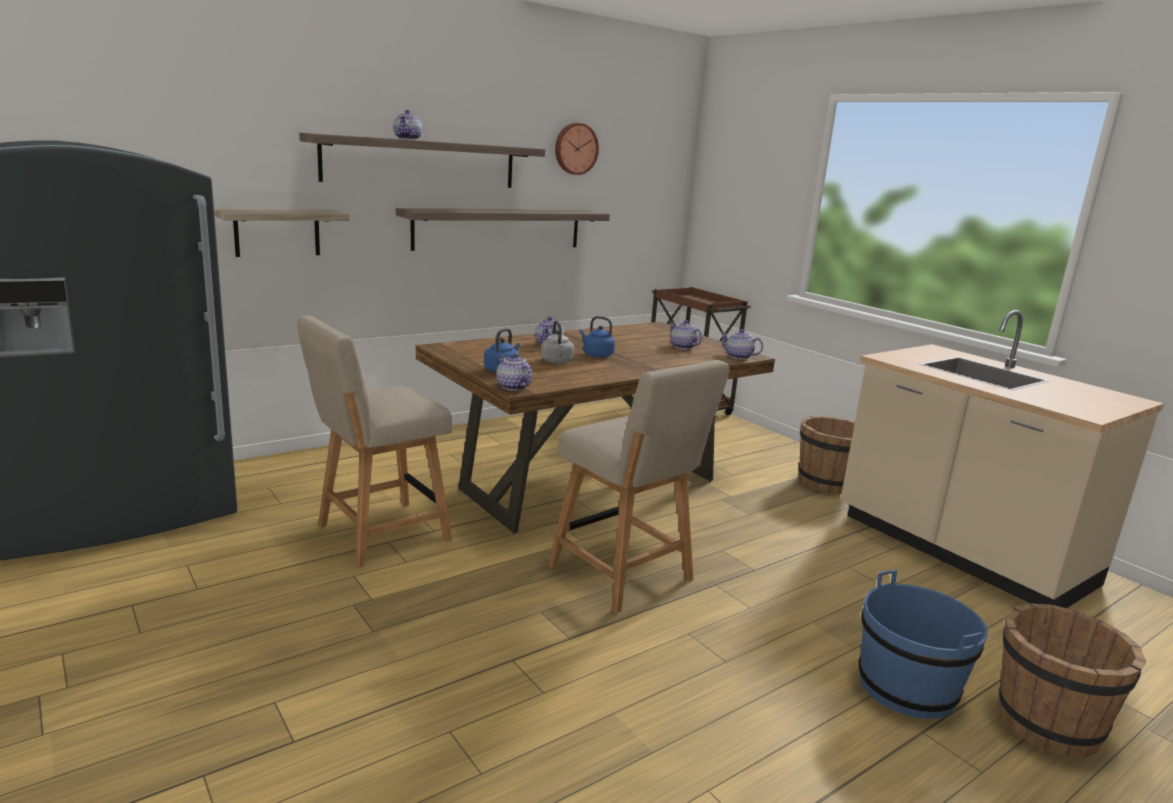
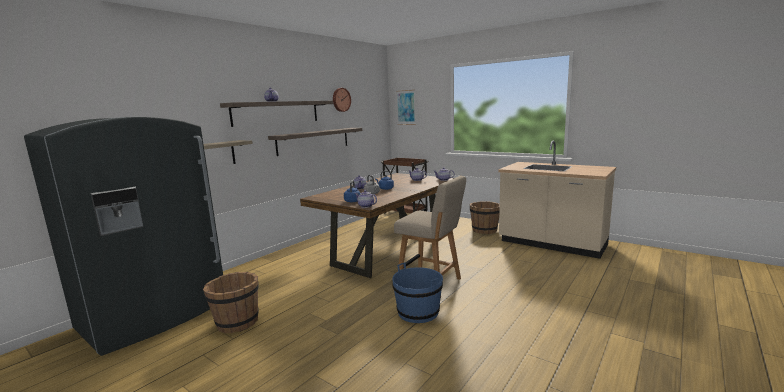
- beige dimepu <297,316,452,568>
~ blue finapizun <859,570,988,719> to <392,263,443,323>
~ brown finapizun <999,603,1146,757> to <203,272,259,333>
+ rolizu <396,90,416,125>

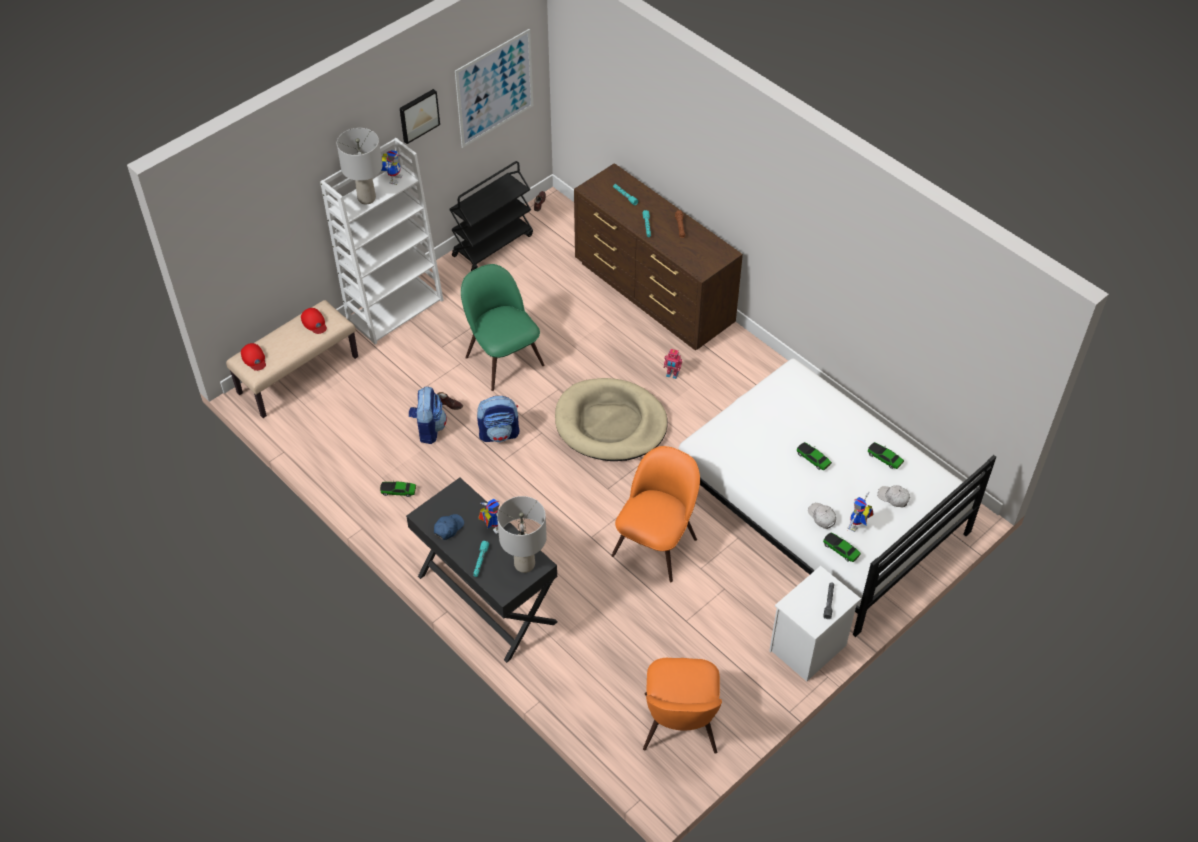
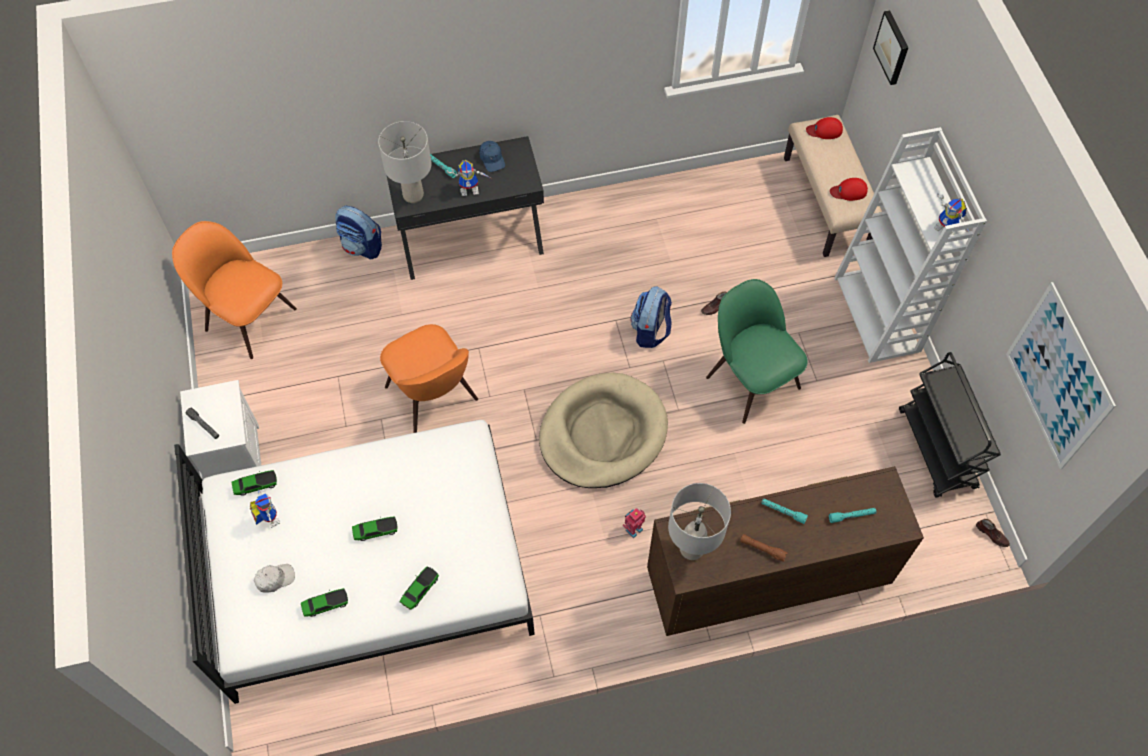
~ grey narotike <337,128,382,204> to <668,483,731,560>
~ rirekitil <380,480,416,497> to <399,566,439,610>
~ rolizu <400,89,440,144> to <873,10,908,85>
~ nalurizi <409,387,447,444> to <335,206,382,260>
~ green dimepu <461,264,545,391> = <706,279,808,424> 120 degrees counterclockwise
- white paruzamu <808,503,836,529>

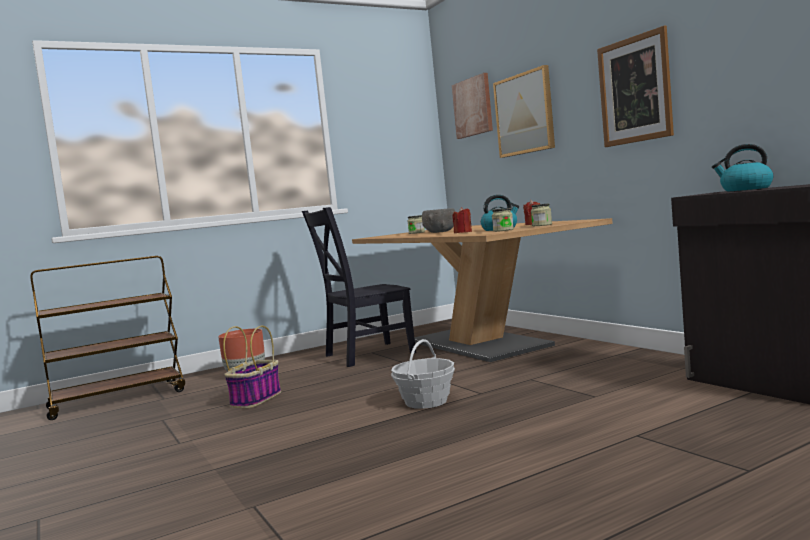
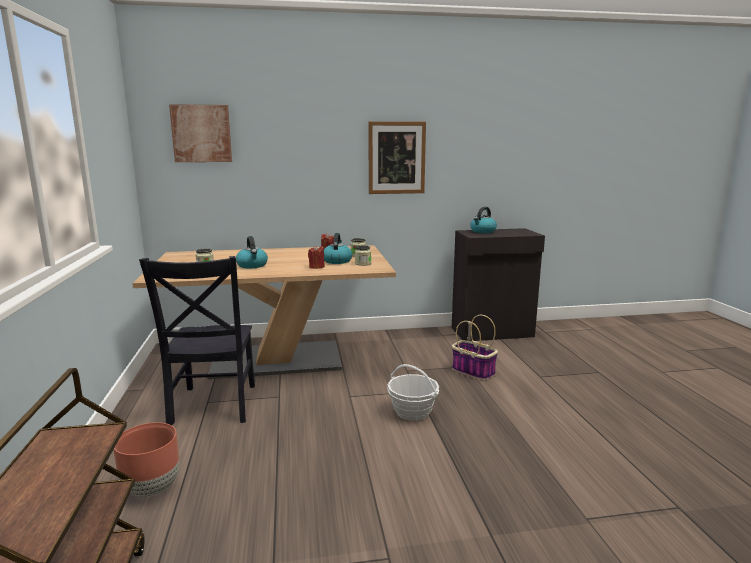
~ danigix <223,326,281,408> to <452,315,498,380>
~ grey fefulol <422,208,455,233> to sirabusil <236,236,268,268>
- rolizu <493,65,555,158>

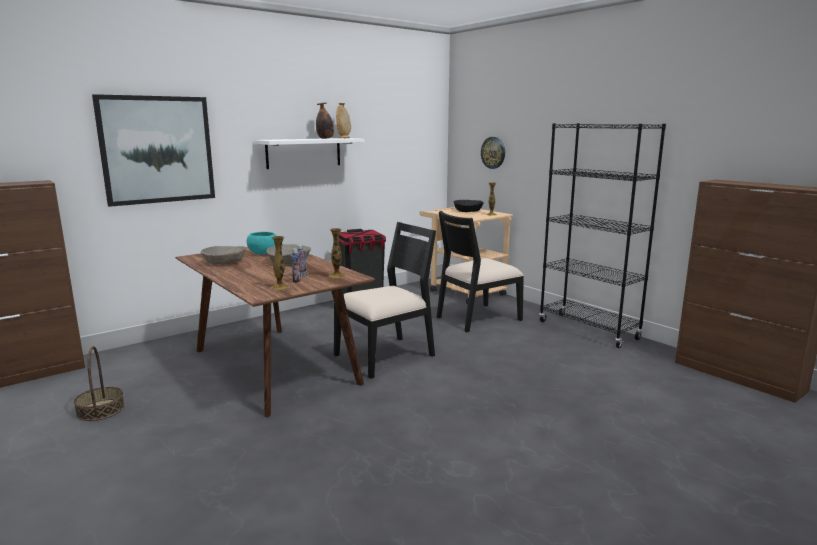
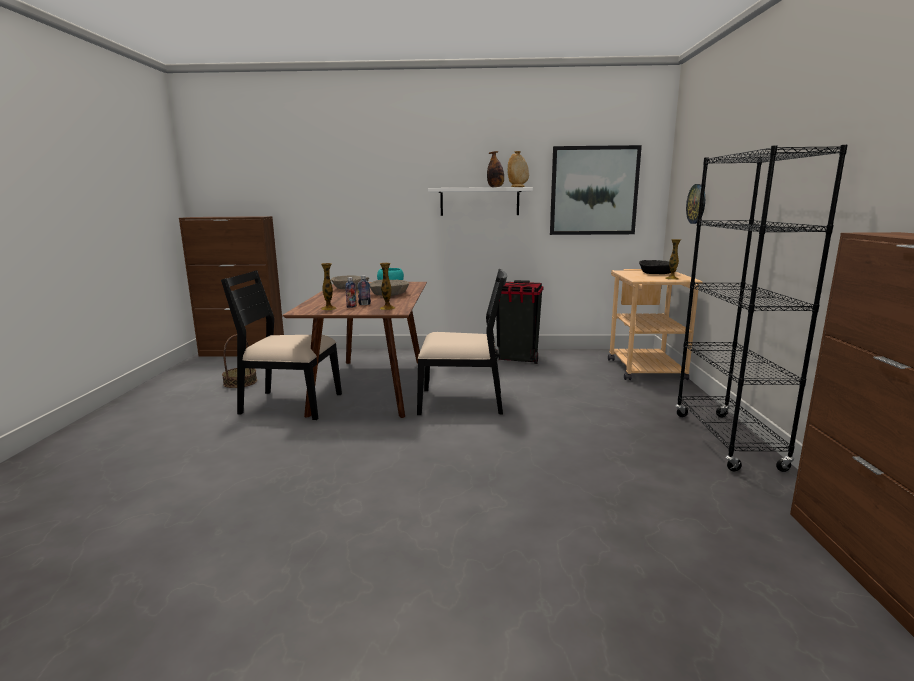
~ rolizu <92,94,215,207> to <550,145,642,235>
~ black dimepu <437,211,524,332> to <221,270,342,420>

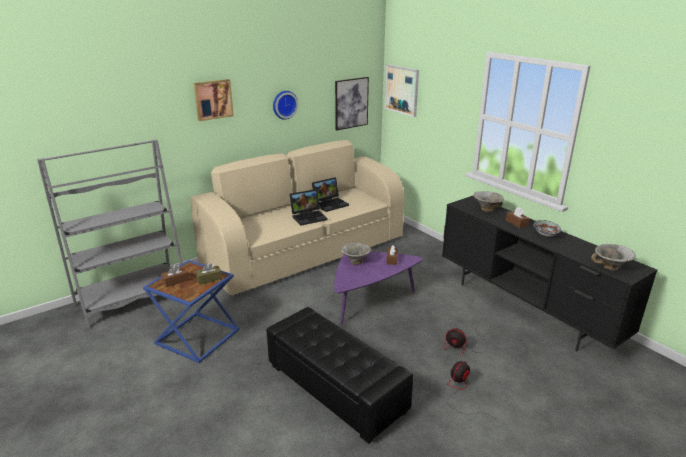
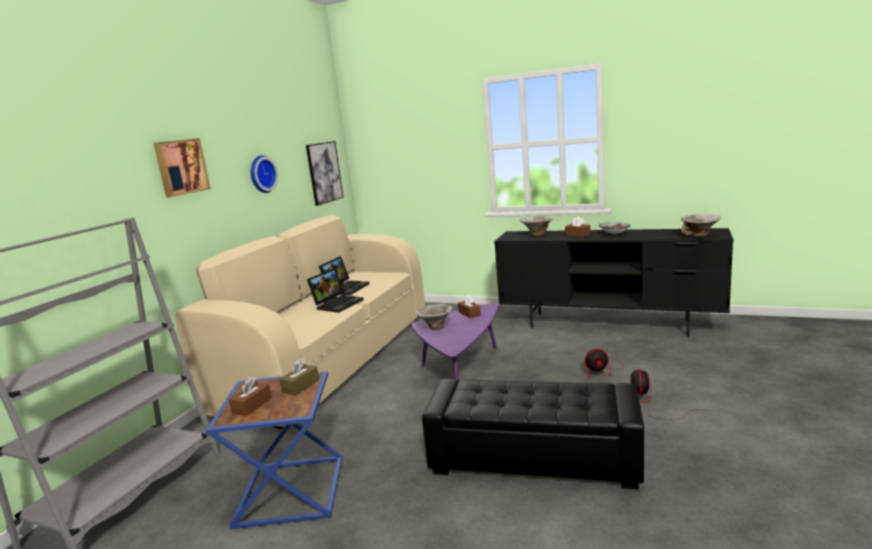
- rolizu <385,64,419,117>

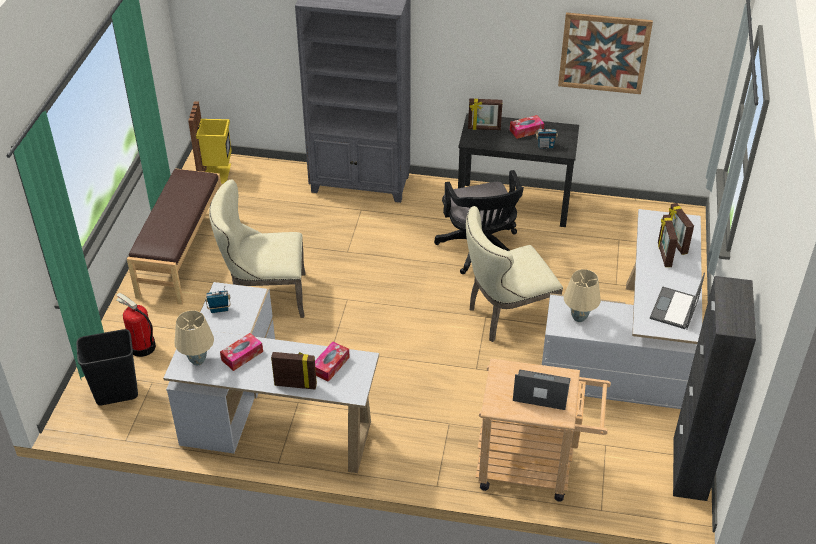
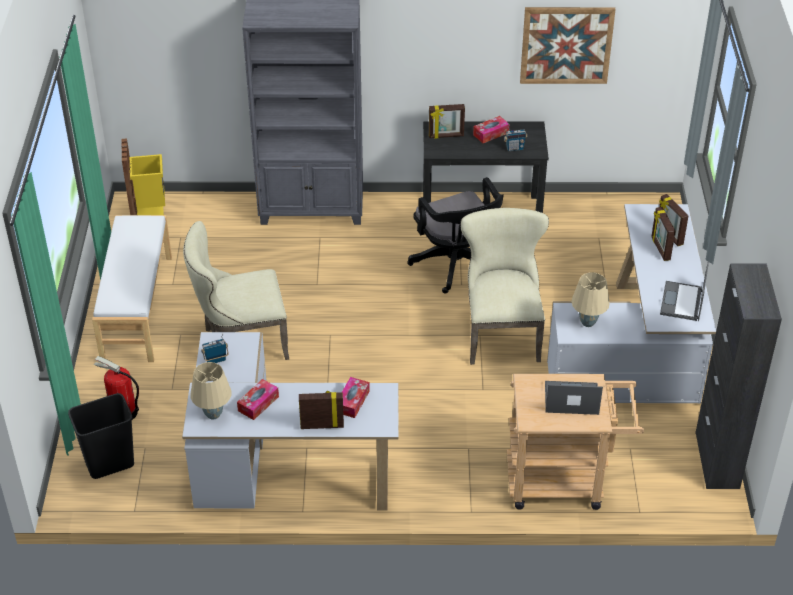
~ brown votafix <127,169,221,305> to white votafix <92,215,172,362>
~ beige dimepu <466,206,563,342> = <460,208,549,365> 120 degrees clockwise

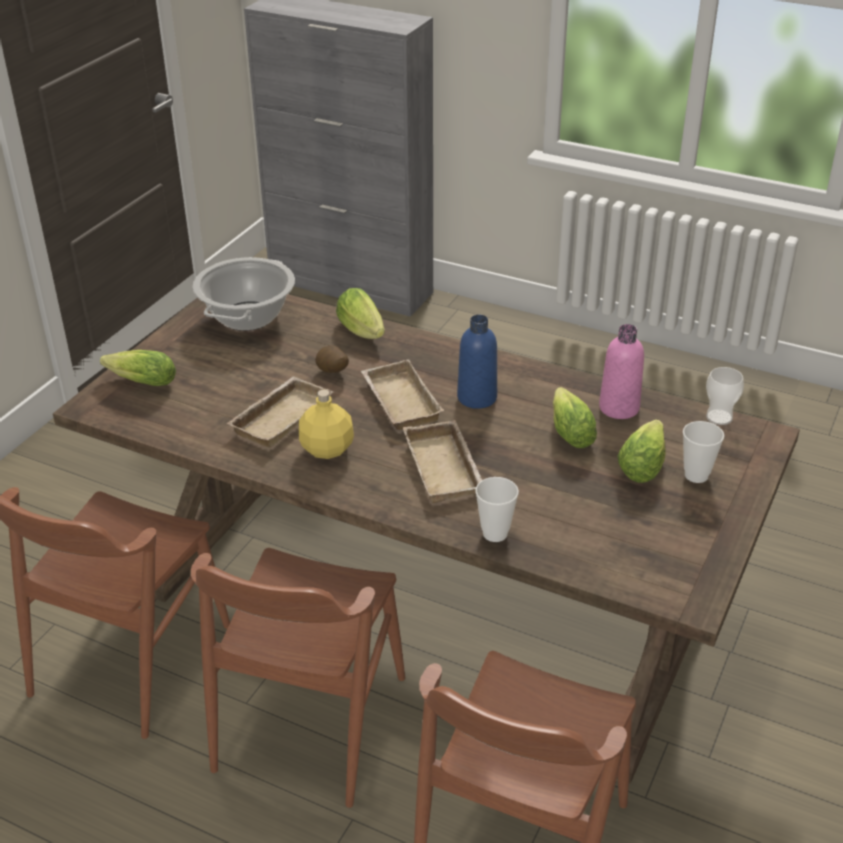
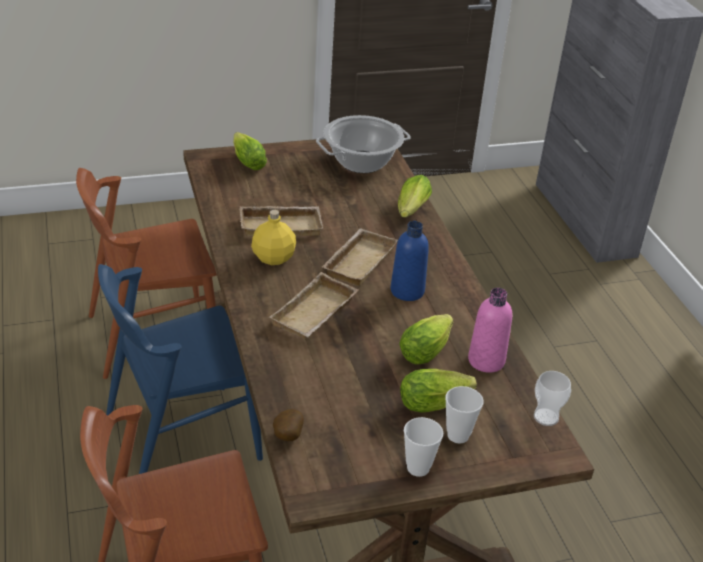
~ brown dimepu <191,548,405,808> to blue dimepu <98,264,263,474>
~ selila <315,345,349,373> to <273,409,304,441>
~ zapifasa <475,477,519,542> to <404,417,443,477>

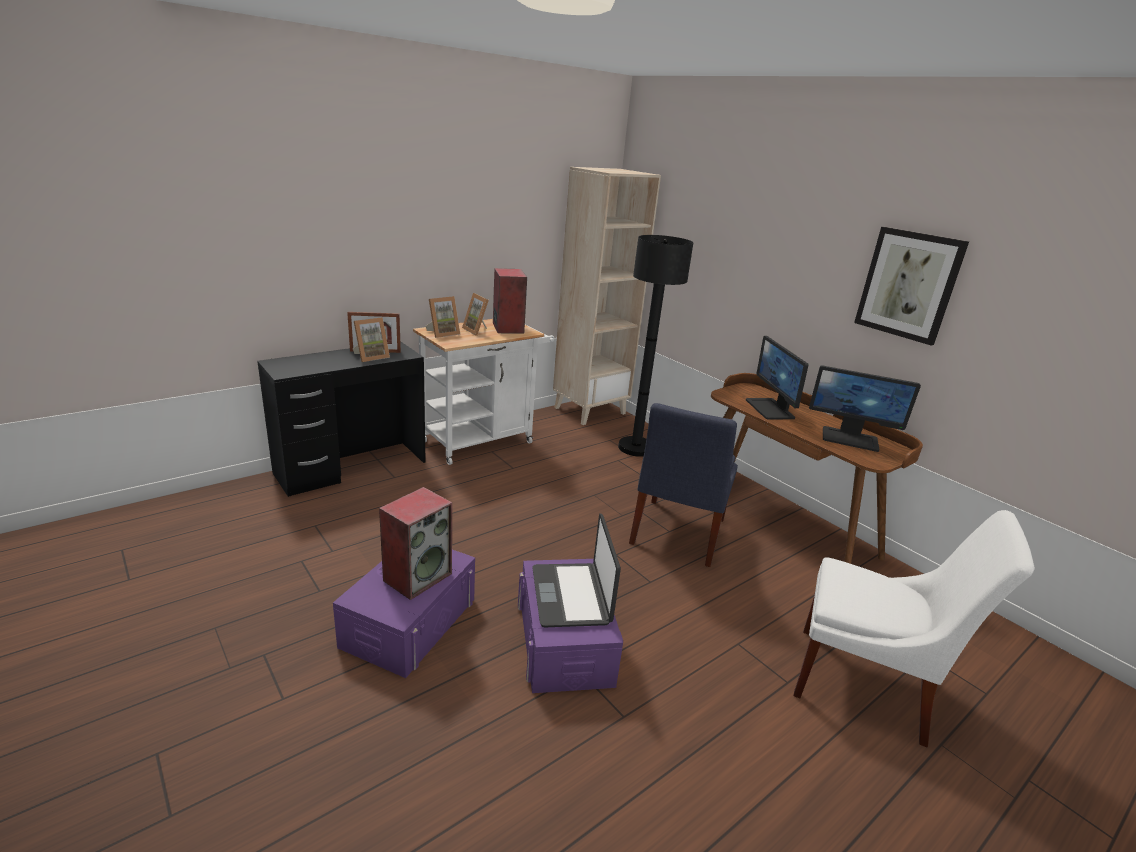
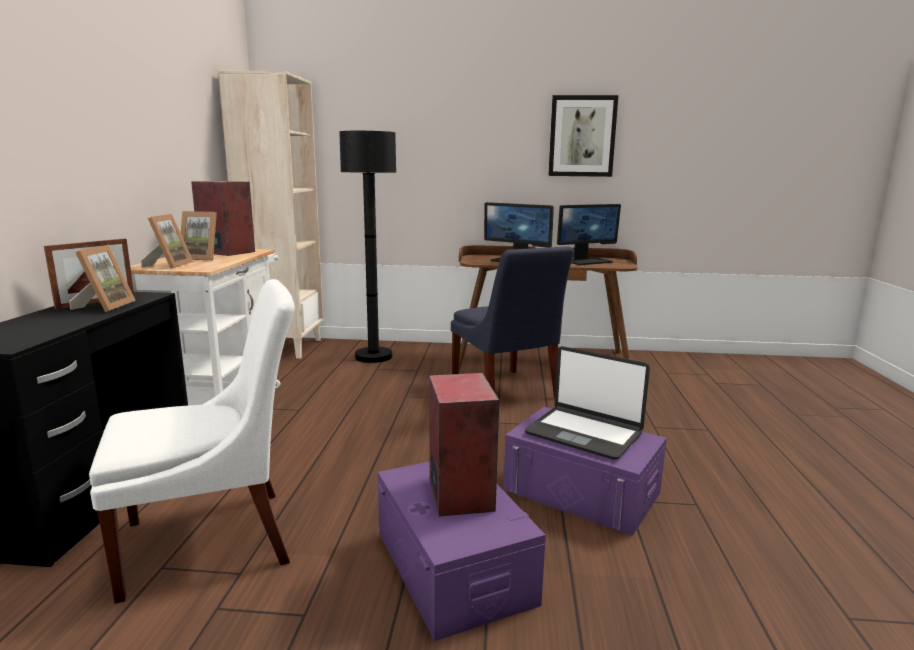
~ white dimepu <793,510,1035,747> to <89,279,295,604>

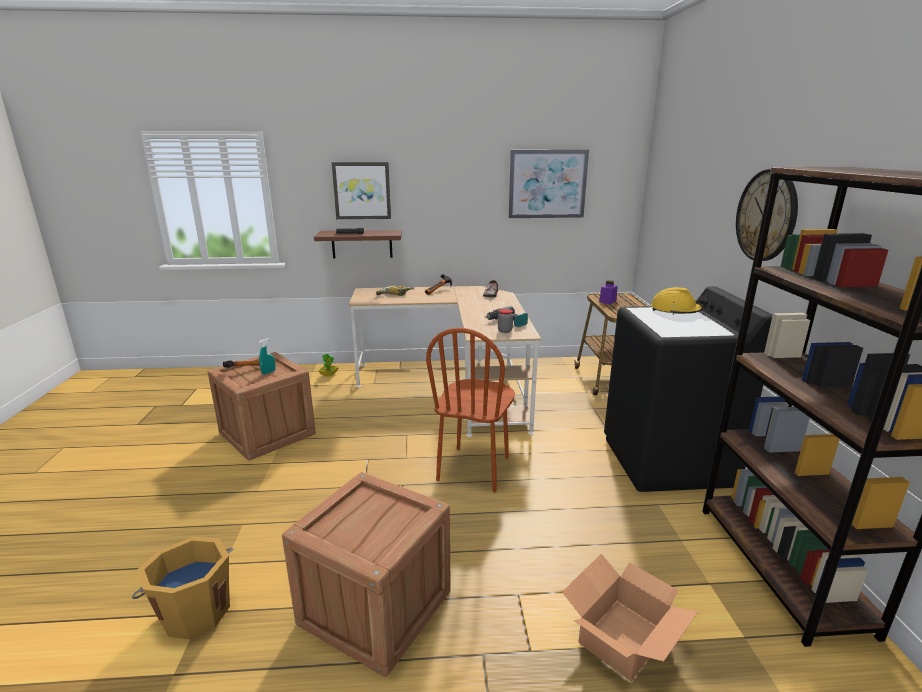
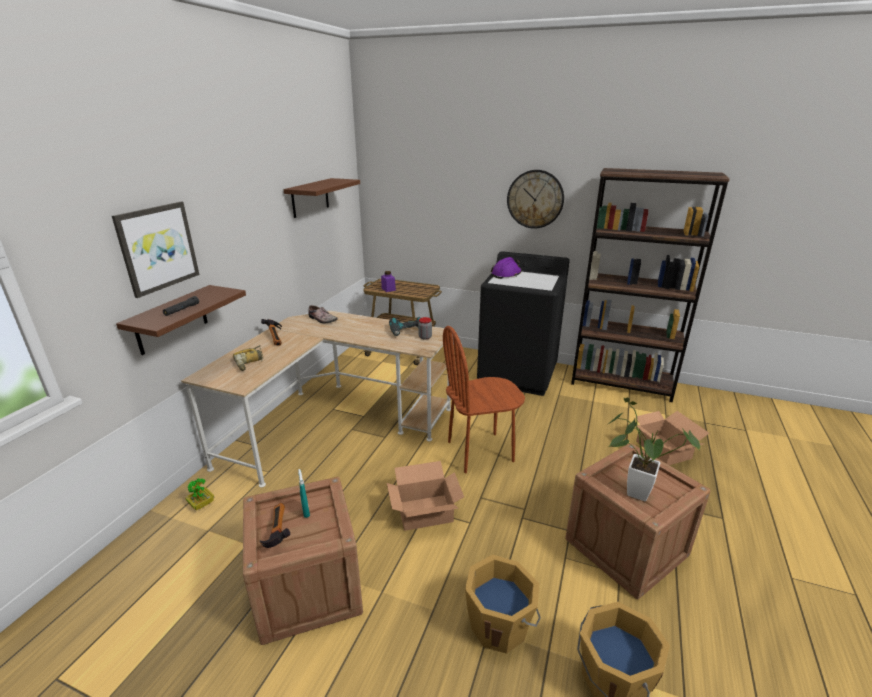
~ brown dimepu <426,328,515,492> = <443,326,525,473> 120 degrees clockwise
~ rolizu <509,150,589,218> to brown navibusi <283,178,360,218>
~ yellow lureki <651,287,707,315> to purple lureki <491,257,522,279>
+ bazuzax <387,461,464,531>
+ orange finapizun <465,555,540,654>
+ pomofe <607,397,700,501>

